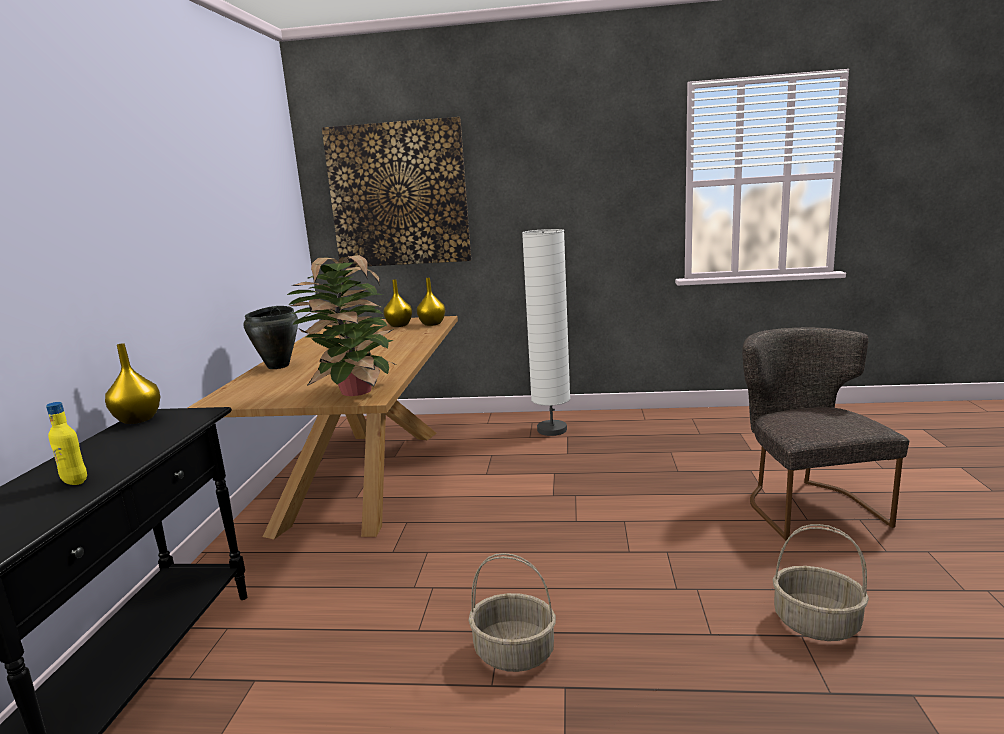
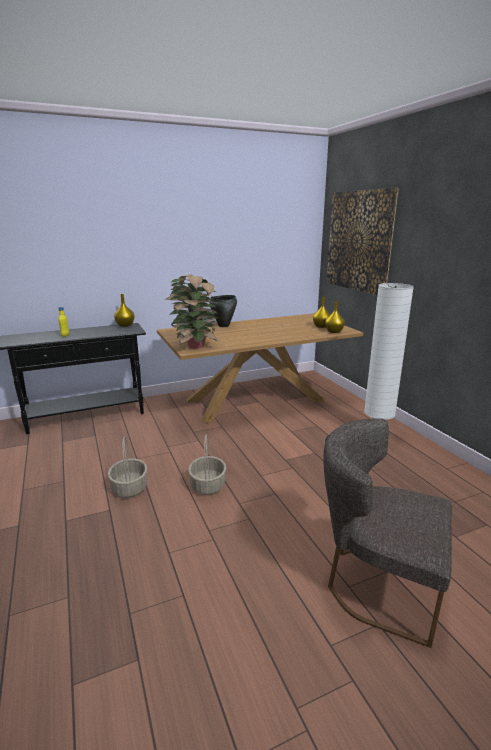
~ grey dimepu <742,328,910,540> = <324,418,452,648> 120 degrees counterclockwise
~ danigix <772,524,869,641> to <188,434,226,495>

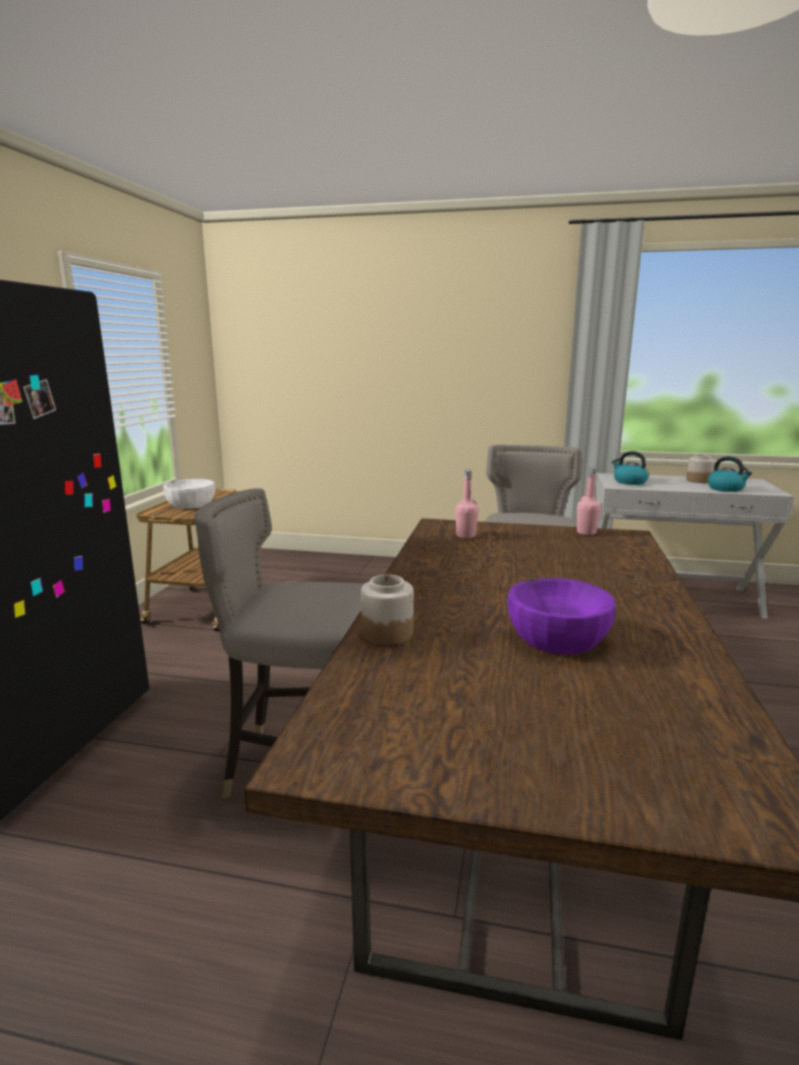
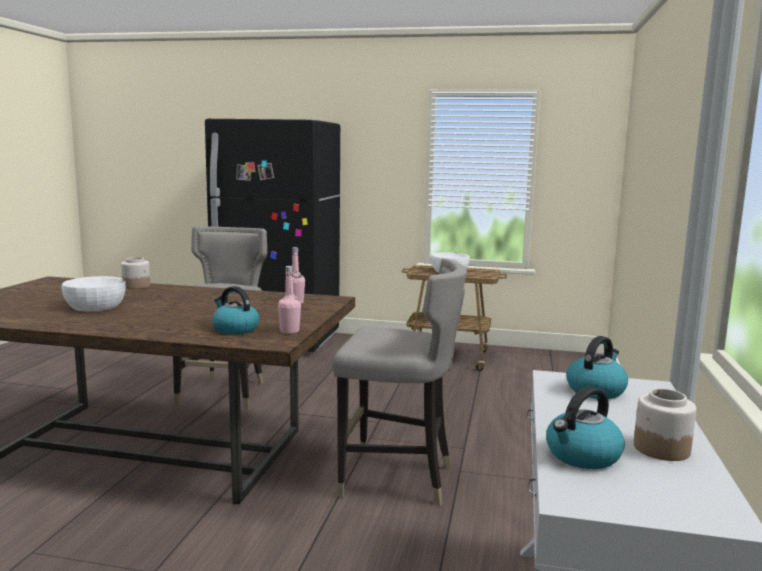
~ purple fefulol <508,578,616,654> to white fefulol <62,276,126,311>
+ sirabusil <212,286,259,335>

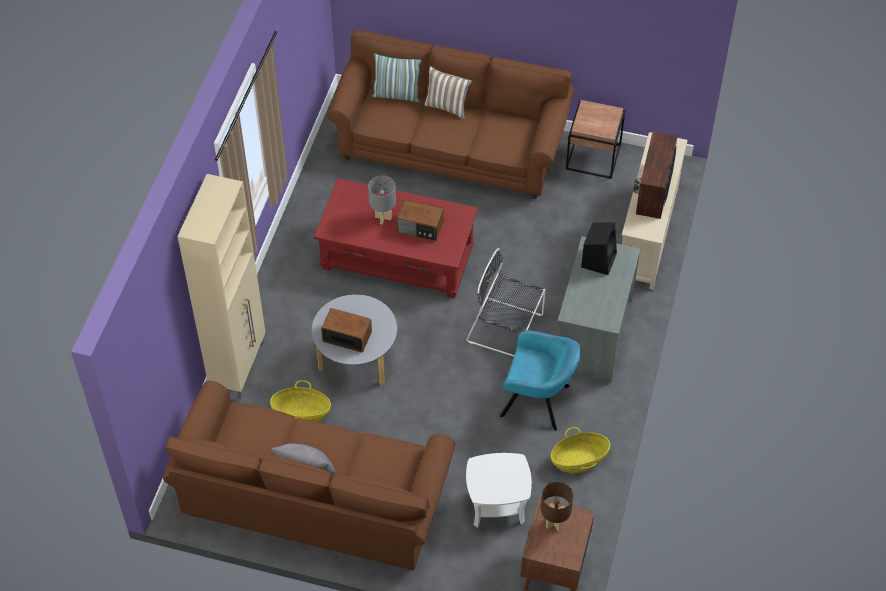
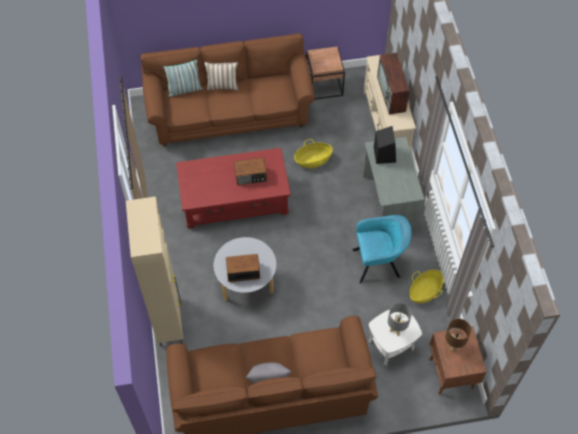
~ danigix <270,380,331,422> to <294,139,333,168>
~ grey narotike <368,175,396,224> to <388,303,412,336>
- black dimepu <466,248,546,357>

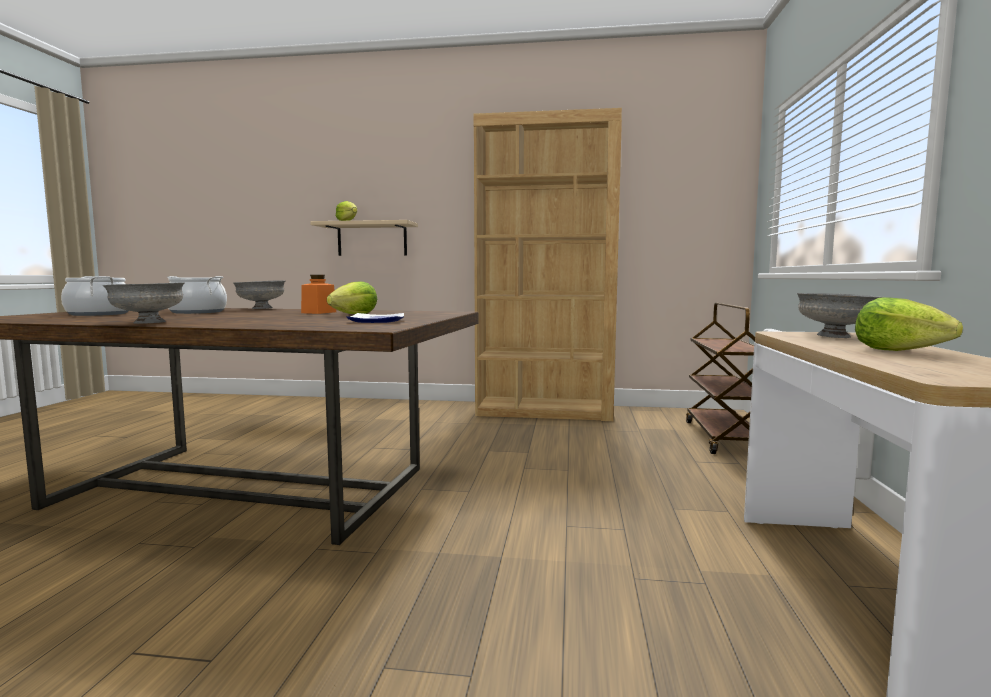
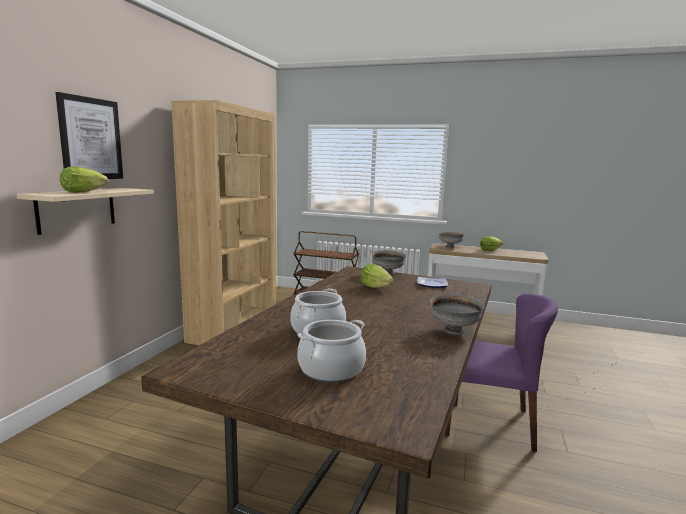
~ grey fefulol <233,280,285,309> to <371,250,406,275>
- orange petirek <301,275,336,314>
+ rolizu <55,92,123,179>
+ purple dimepu <445,293,558,452>

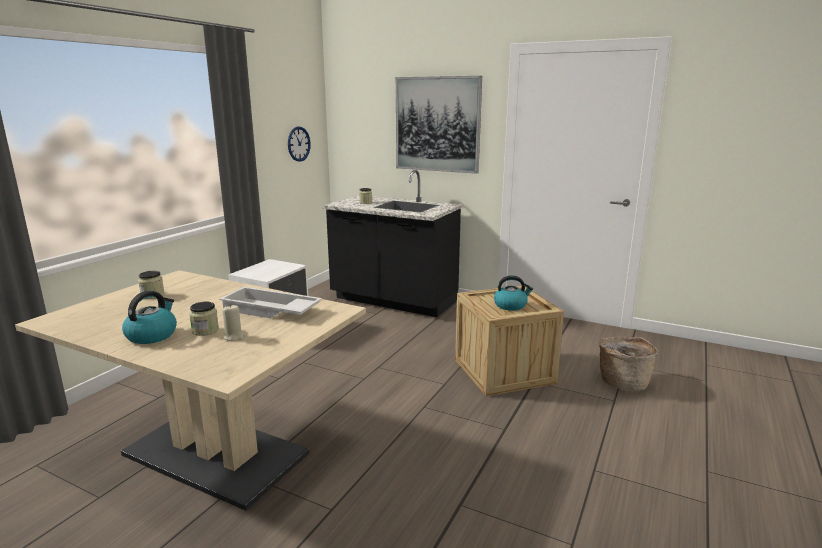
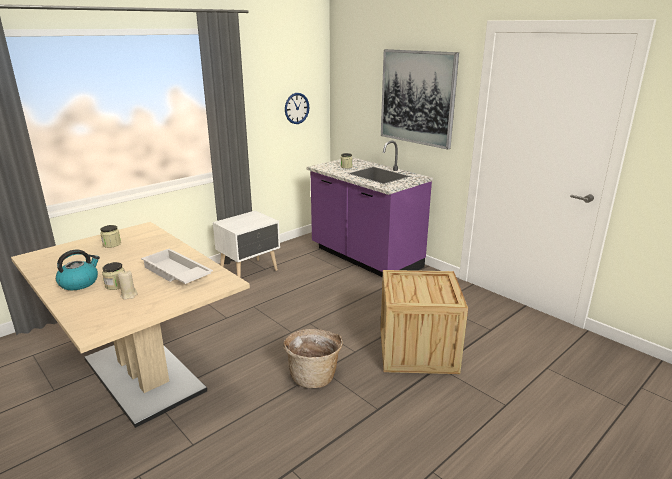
~ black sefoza <322,170,462,317> to purple sefoza <307,140,433,277>
- sirabusil <494,275,533,311>
~ danigix <599,336,658,392> to <283,329,343,388>

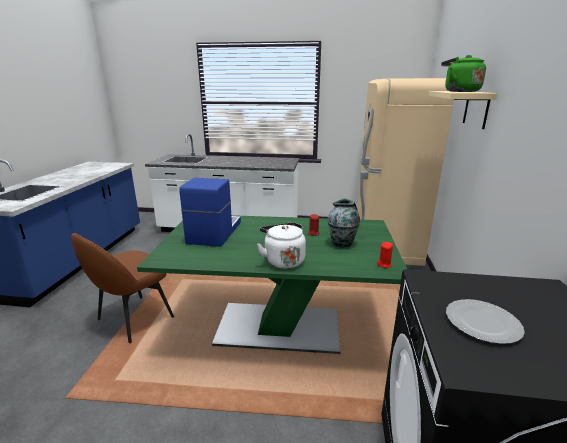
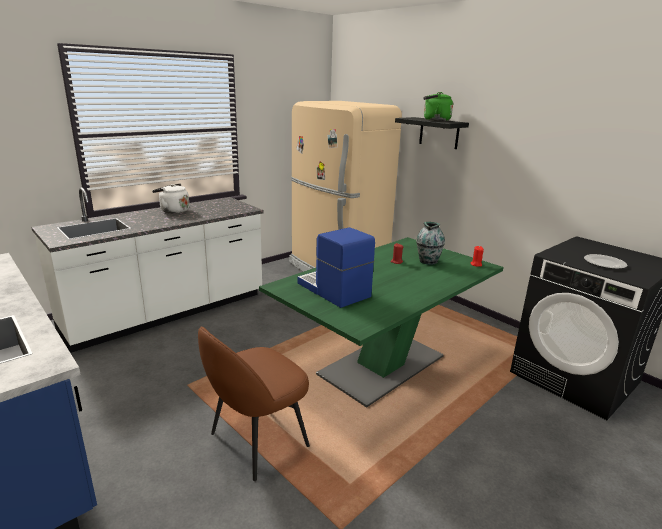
~ brown dimepu <71,233,174,343> = <198,327,310,481> 60 degrees clockwise
~ white sirabusil <257,222,306,269> to <152,184,189,214>
~ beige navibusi <428,91,497,129> to black navibusi <395,117,469,149>

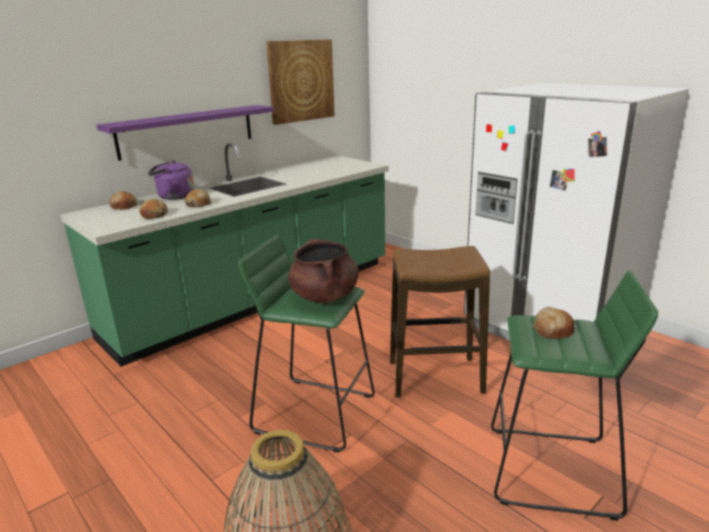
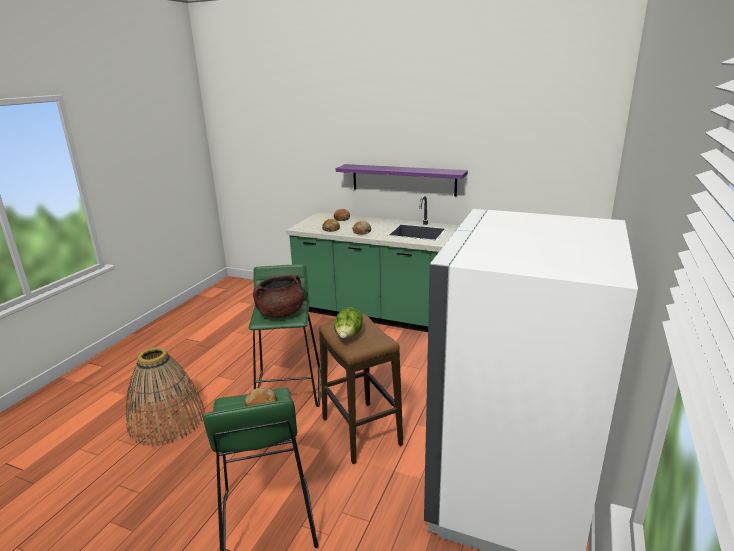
- purple sirabusil <148,160,195,200>
- rolizu <266,39,335,125>
+ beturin <334,307,363,338>

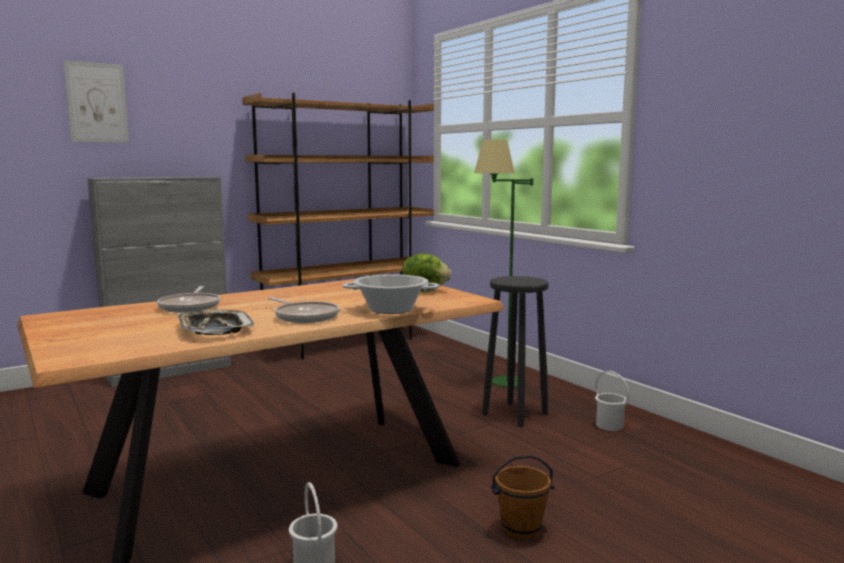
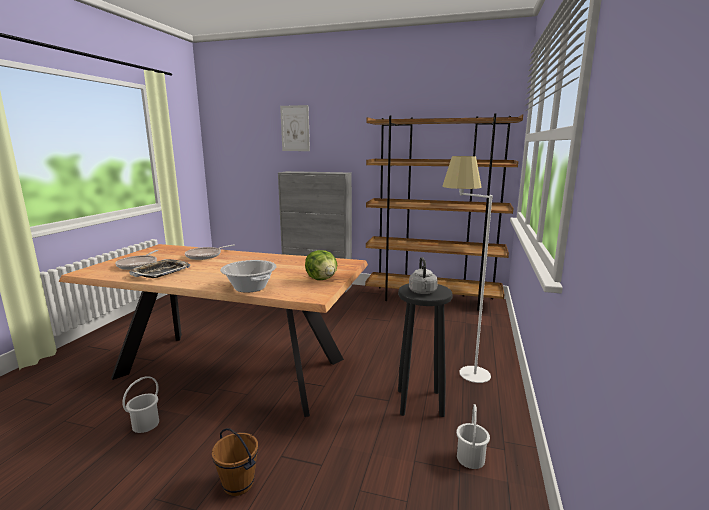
~ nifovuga <268,297,339,323> to <115,250,158,270>
~ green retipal <474,140,533,387> to white retipal <442,156,493,383>
+ grey sirabusil <409,257,438,294>

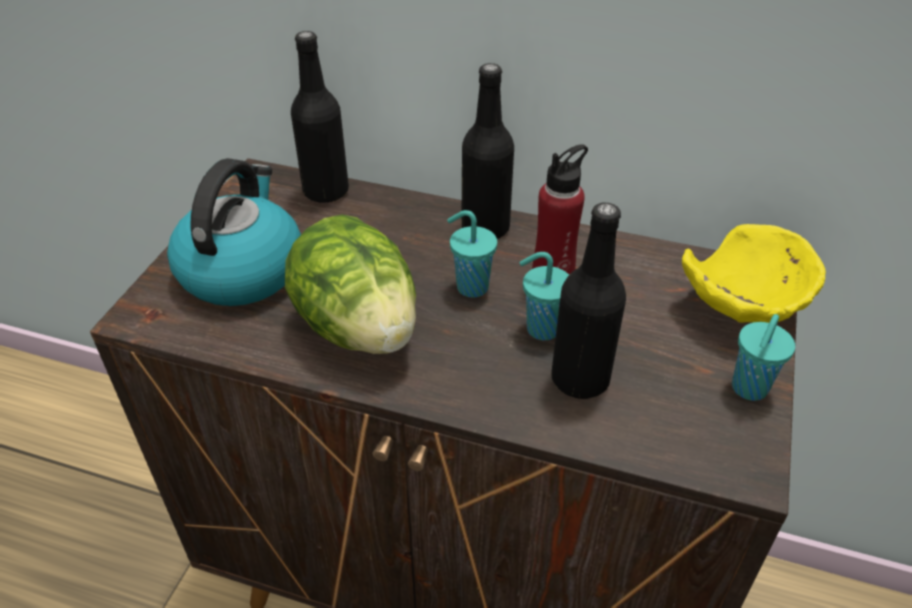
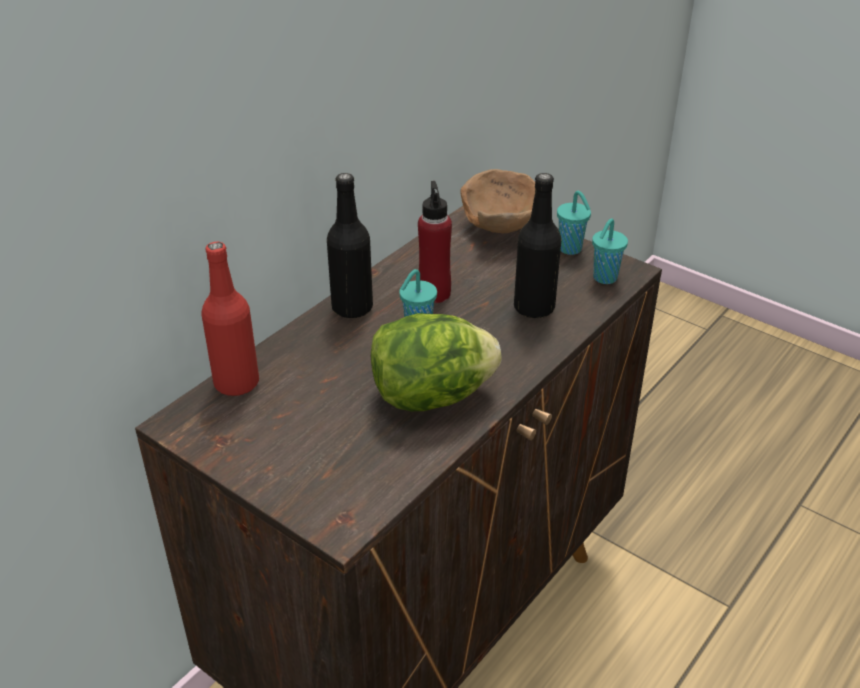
- sirabusil <167,158,301,306>
~ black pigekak <291,31,349,203> to red pigekak <201,242,259,396>
~ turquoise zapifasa <520,252,569,340> to <592,218,628,284>
~ yellow fefulol <682,224,826,323> to brown fefulol <460,169,535,233>

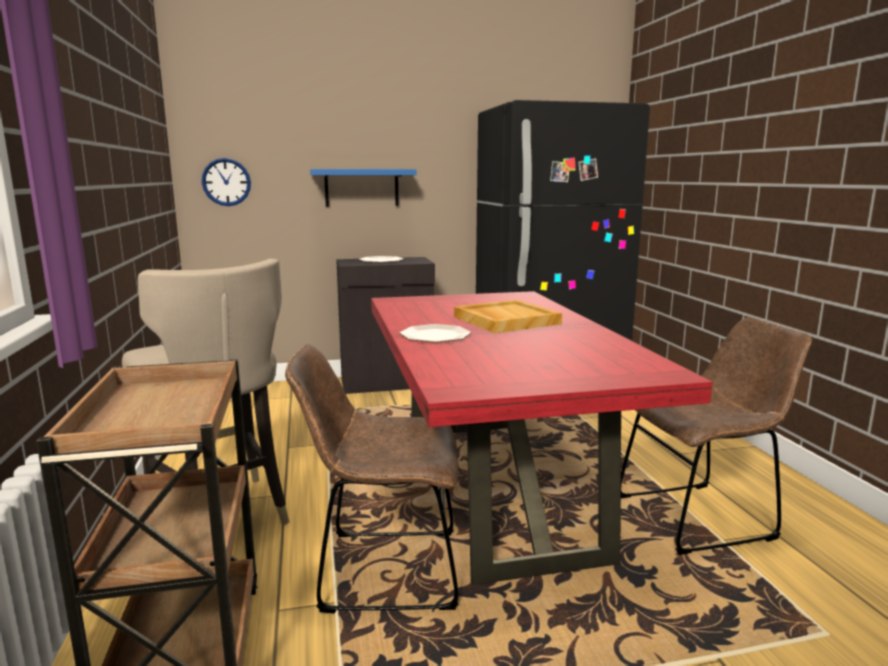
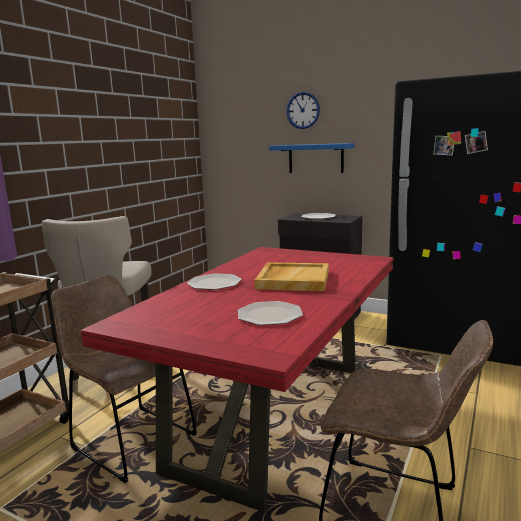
~ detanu <202,158,251,206> to <286,92,320,129>
+ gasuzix <238,301,303,325>

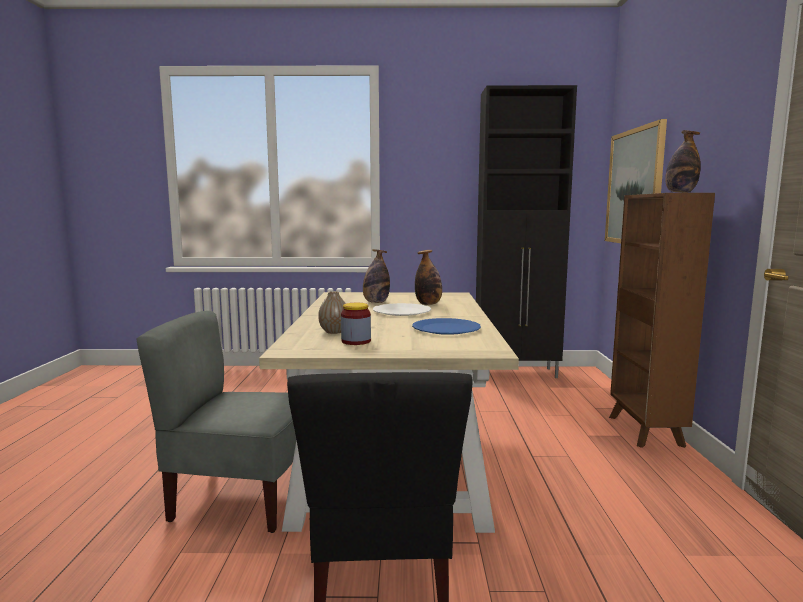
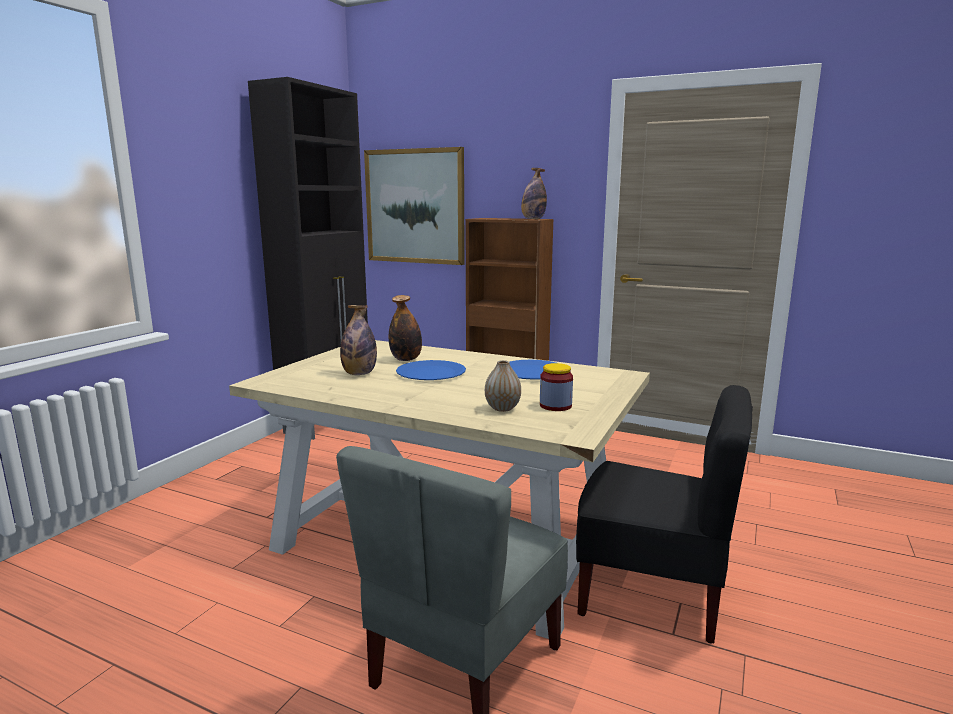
~ white gasuzix <373,303,431,316> to blue gasuzix <396,360,466,380>

